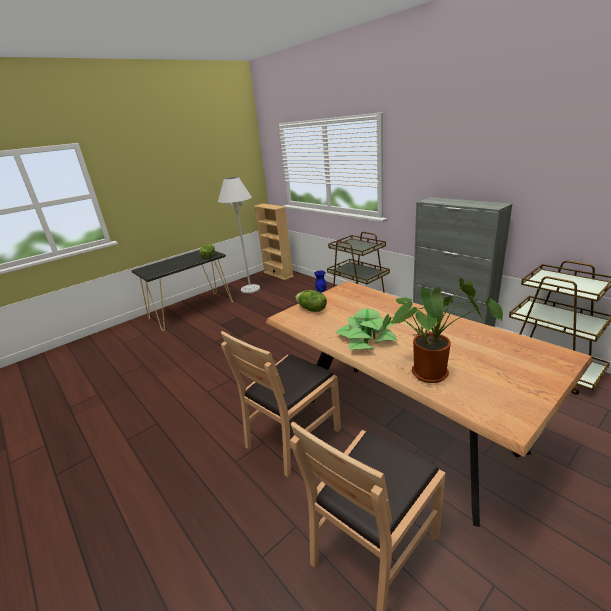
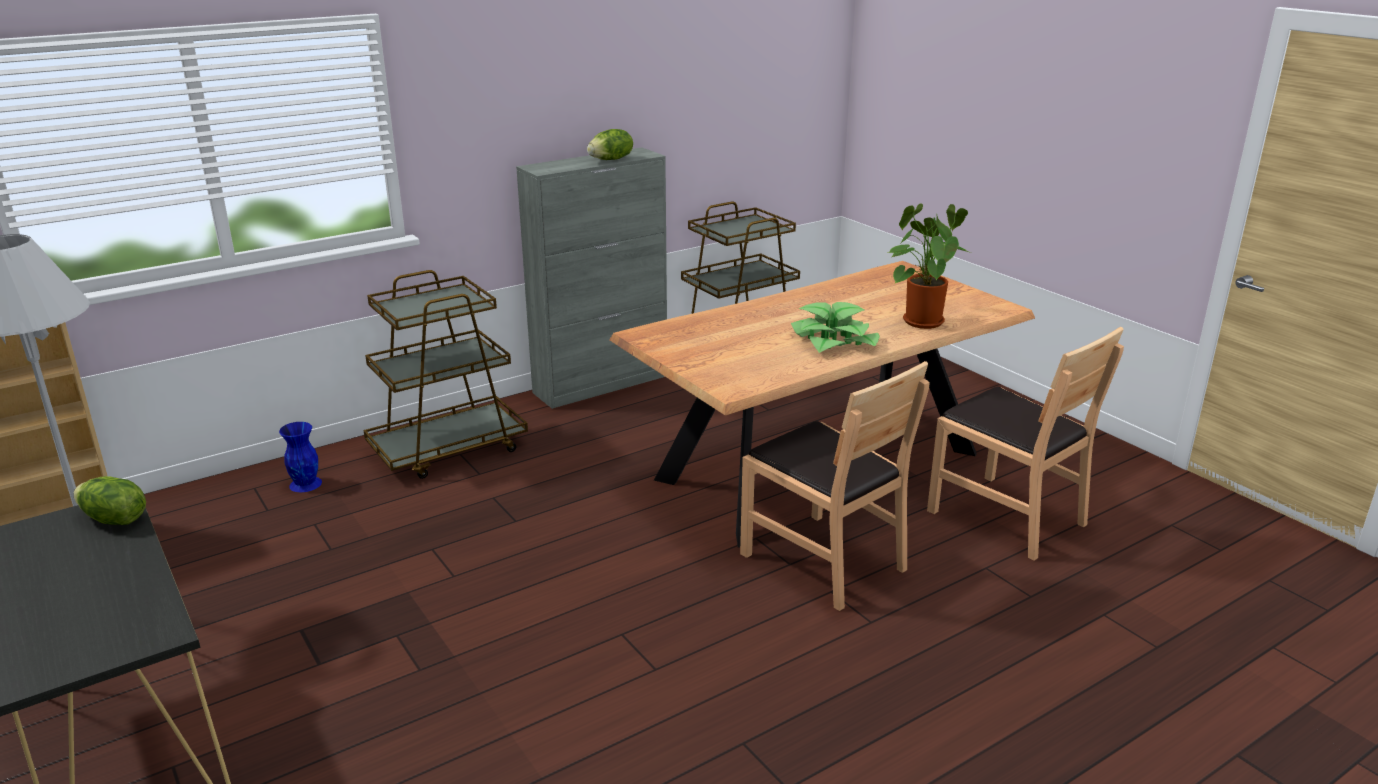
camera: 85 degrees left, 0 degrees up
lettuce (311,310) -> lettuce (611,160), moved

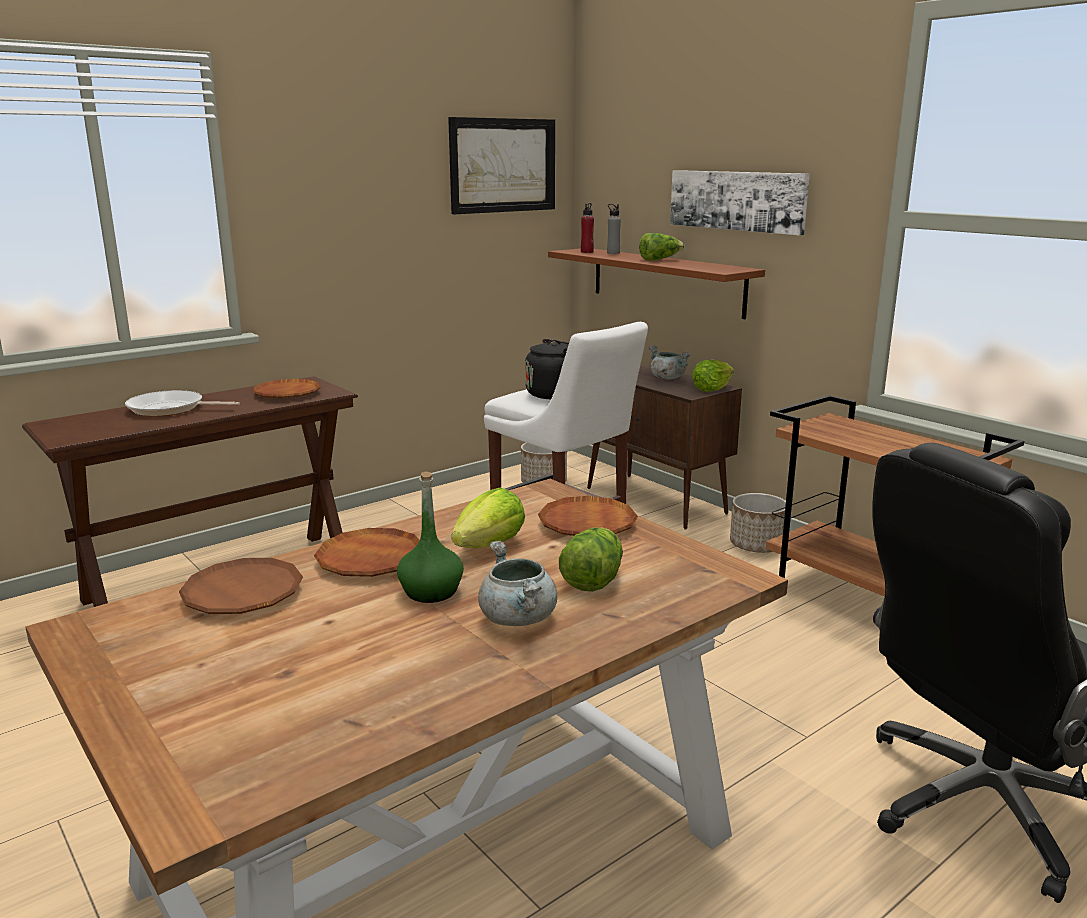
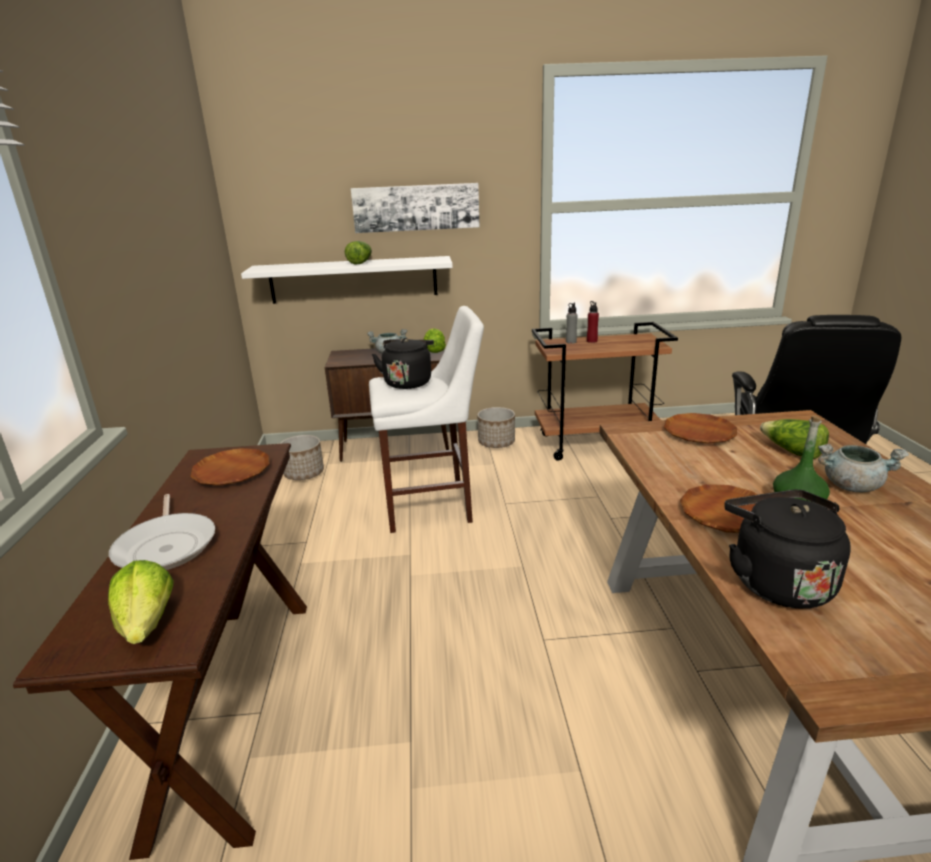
camera: 55 degrees left, 5 degrees up
picture (503,165) -> none
red bottle (587,252) -> red bottle (591,341), moved
grey bottle (613,253) -> grey bottle (571,342), moved
brown shelf (666,281) -> white shelf (353,280)
frying pan (170,409) -> frying pan (167,545), 60 degrees counterclockwise
lettuce (490,546) -> lettuce (148,623), moved
brown plate (243,594) -> black kettle (776,581)

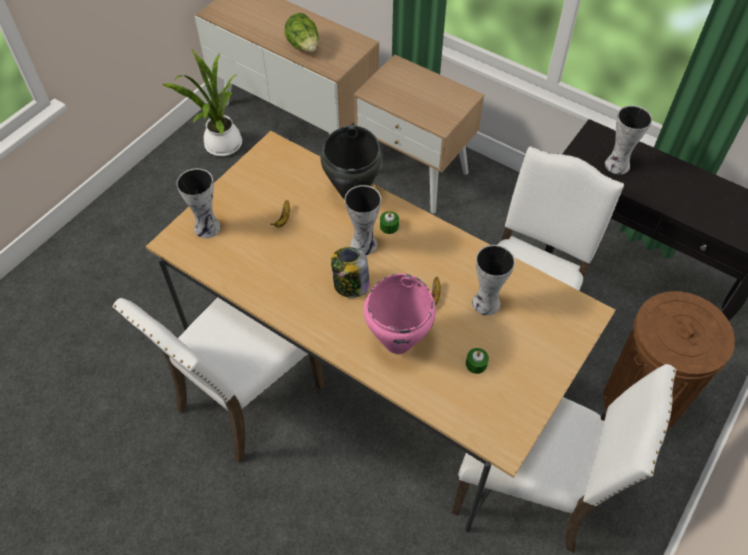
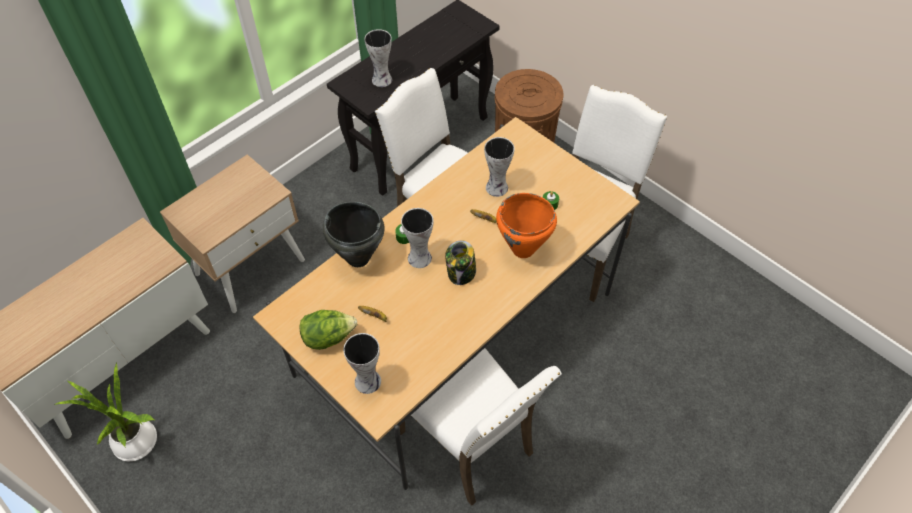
camera: 80 degrees left, 0 degrees up
lettuce (304,47) -> lettuce (328,337), moved
pink cooking pot (397,342) -> orange cooking pot (523,250)

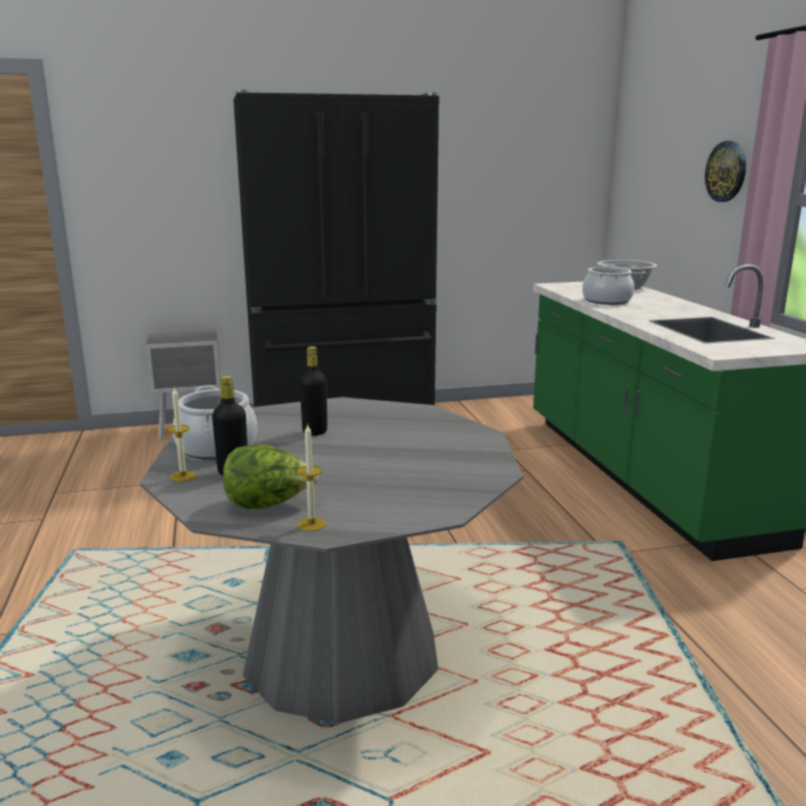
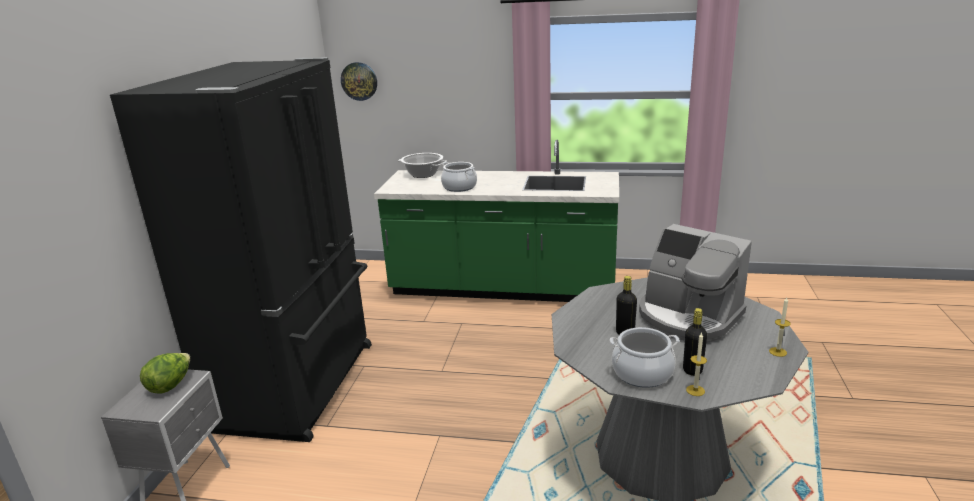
camera: 65 degrees left, 5 degrees up
wall clock (726,171) -> wall clock (359,81), moved
lettuce (268,505) -> lettuce (170,385), moved
none -> coffee machine (688,317)

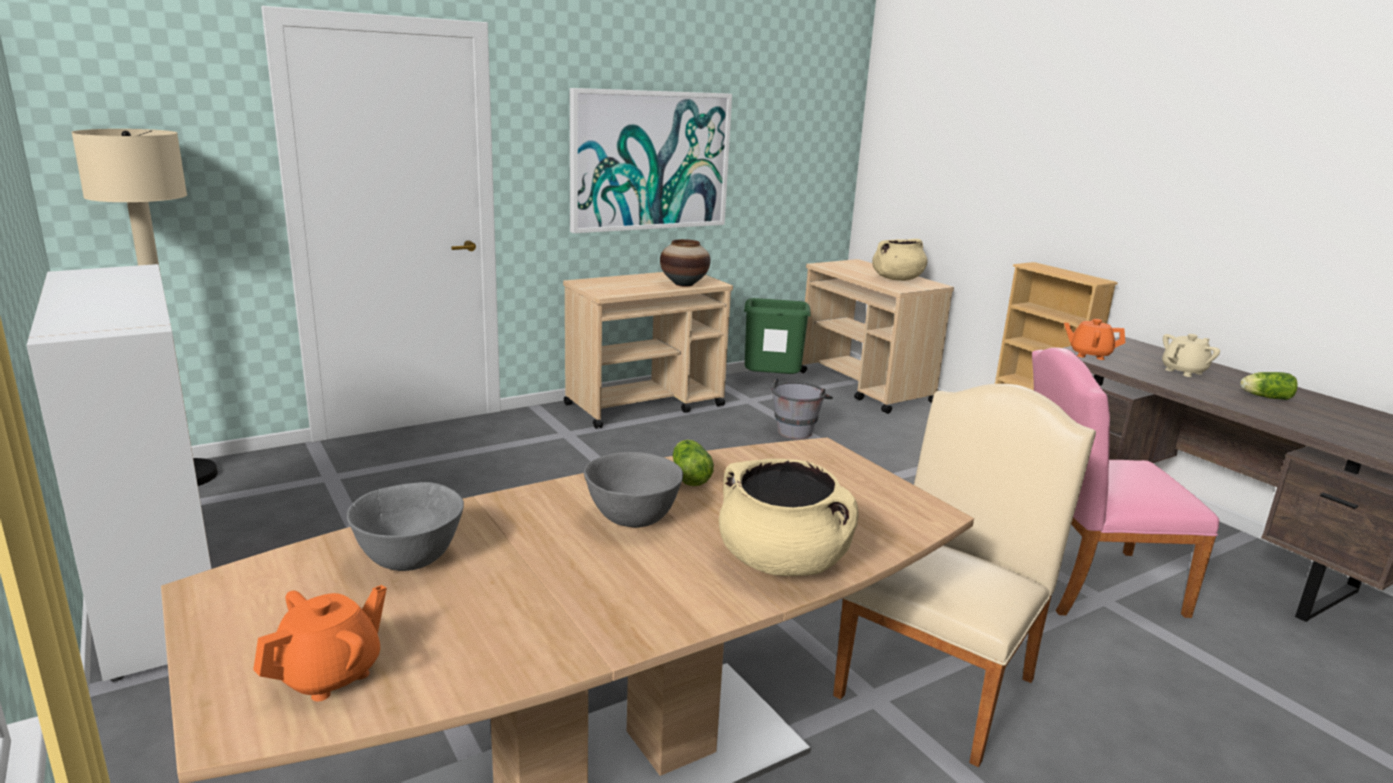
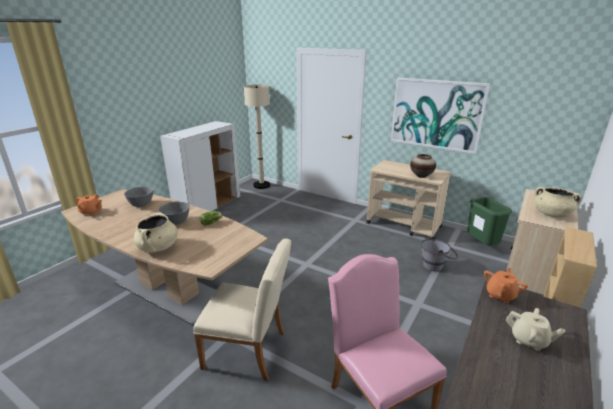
camera: 65 degrees right, 5 degrees up
orange teapot (1089,355) -> orange teapot (500,295), 45 degrees clockwise
lettuce (1264,397) -> none

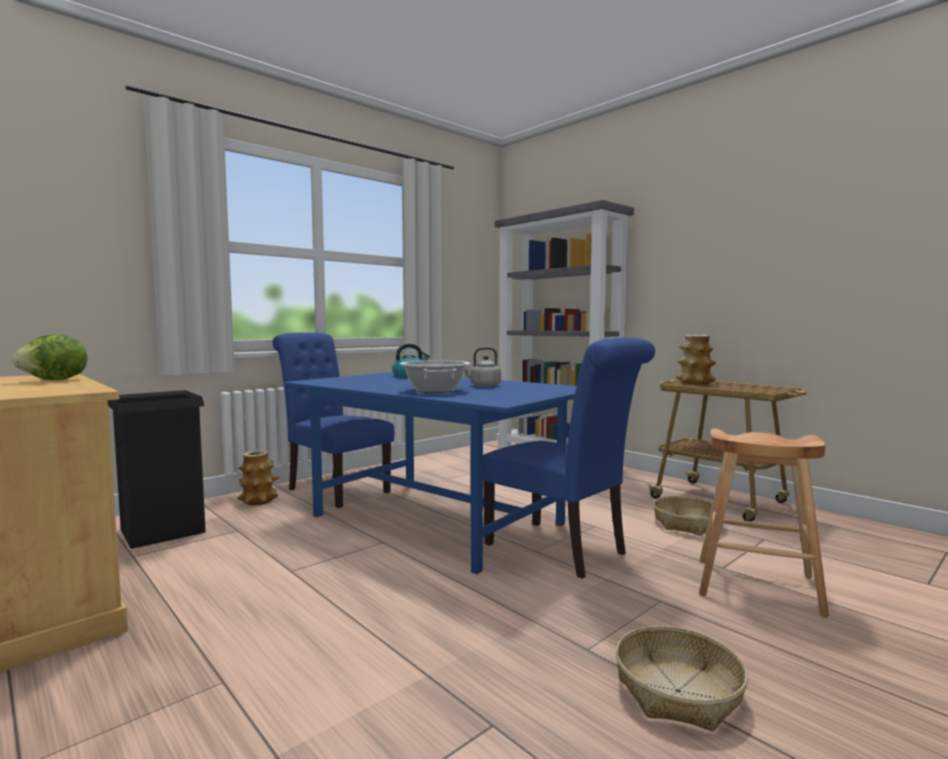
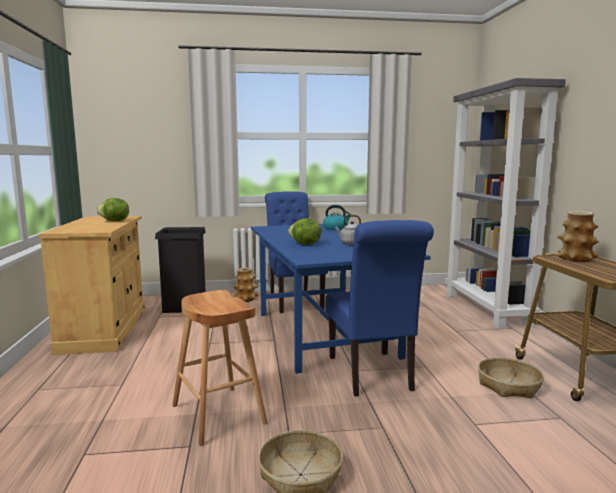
camera: 35 degrees right, 5 degrees up
cooking pot (435,390) -> lettuce (305,244)
brown stool (758,585) -> brown stool (218,414), moved

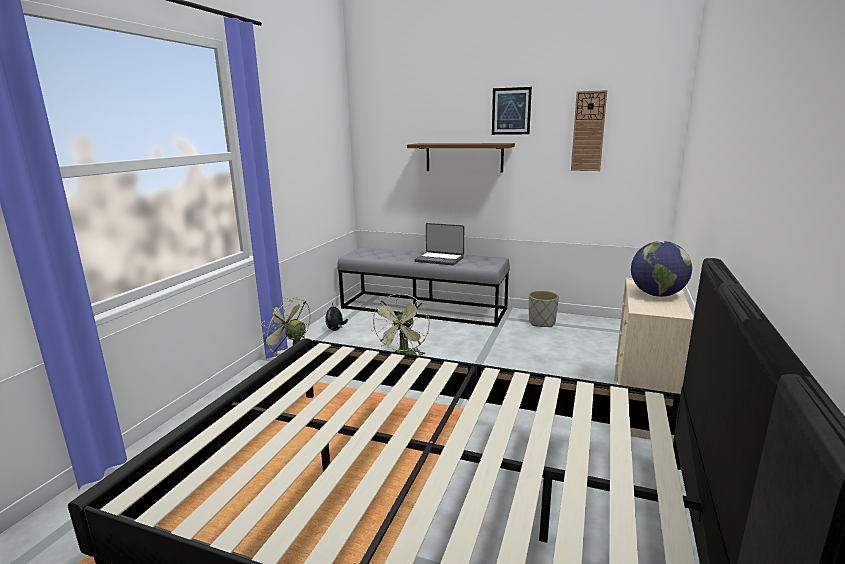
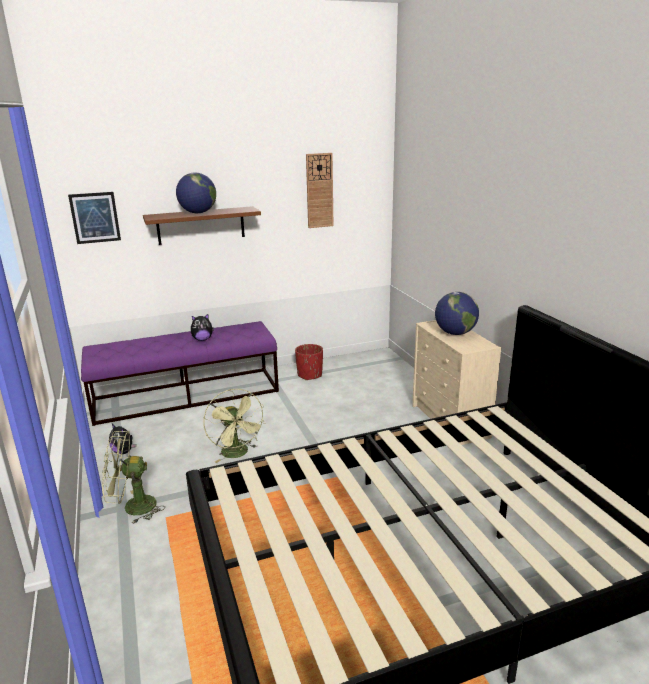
camera: 40 degrees left, 5 degrees up
picture (511,111) -> picture (95,217), moved
laptop (440,259) -> plush toy (202,339)
grey bench (423,308) -> purple bench (187,395)
grey planter (542,323) -> red planter (310,375)
none -> globe (198,213)

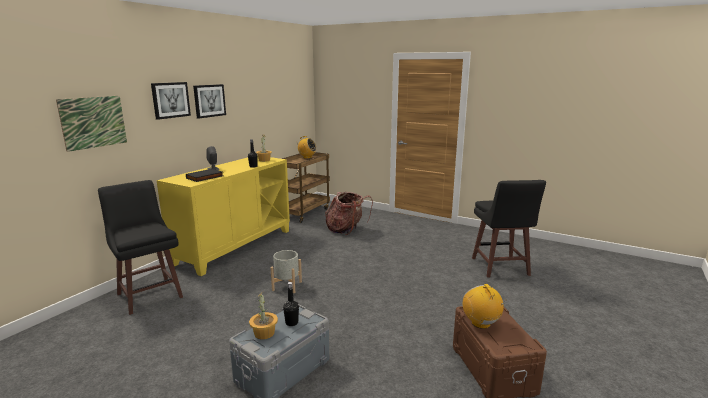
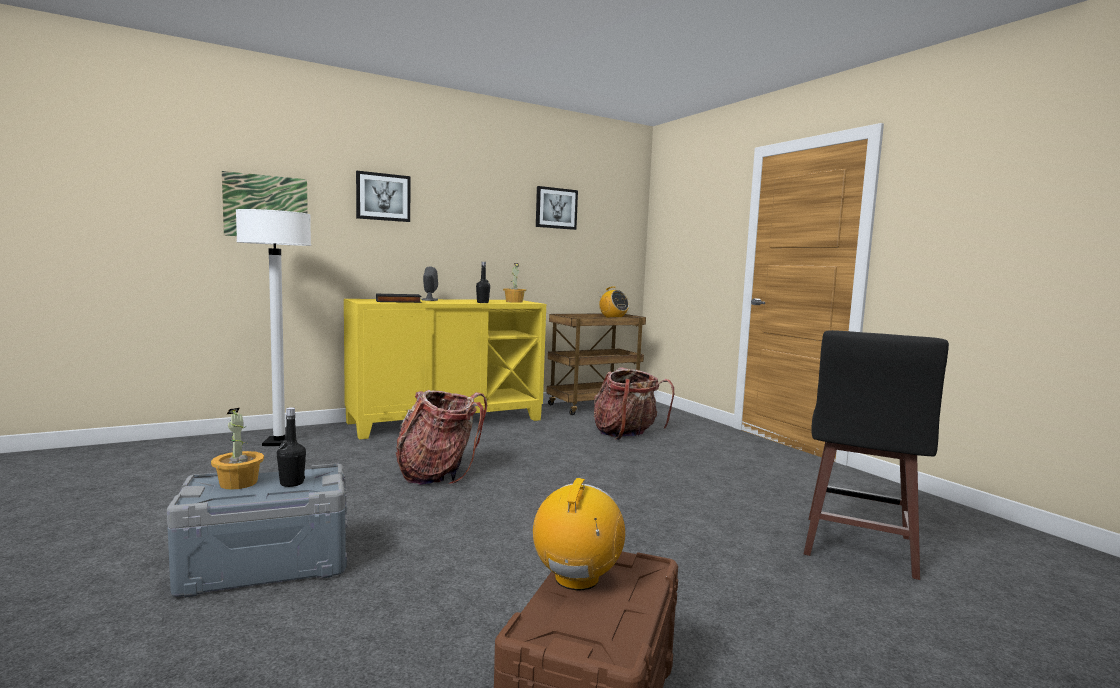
camera: 30 degrees right, 10 degrees down
picture (209,100) -> picture (556,208), moved
black stool (149,294) -> white floor lamp (279,442)
grey planter (287,286) -> backpack (438,474)

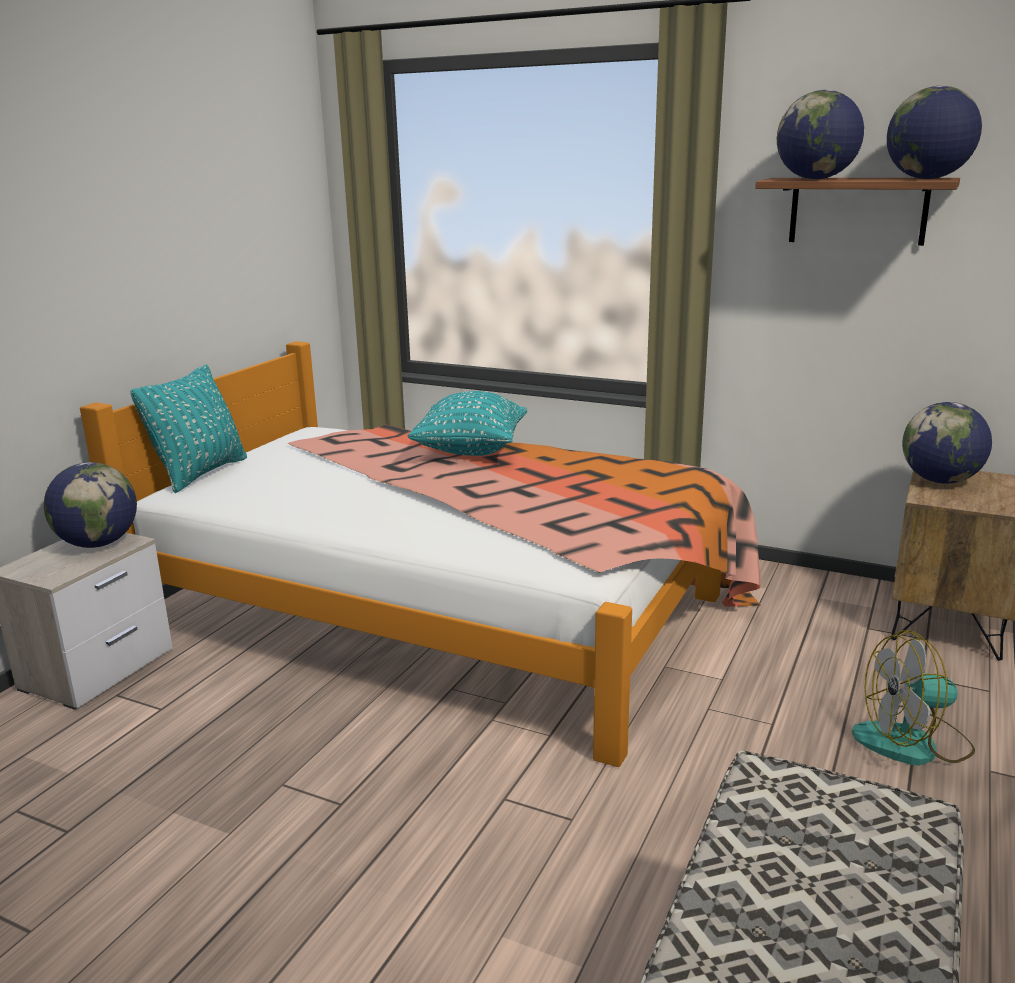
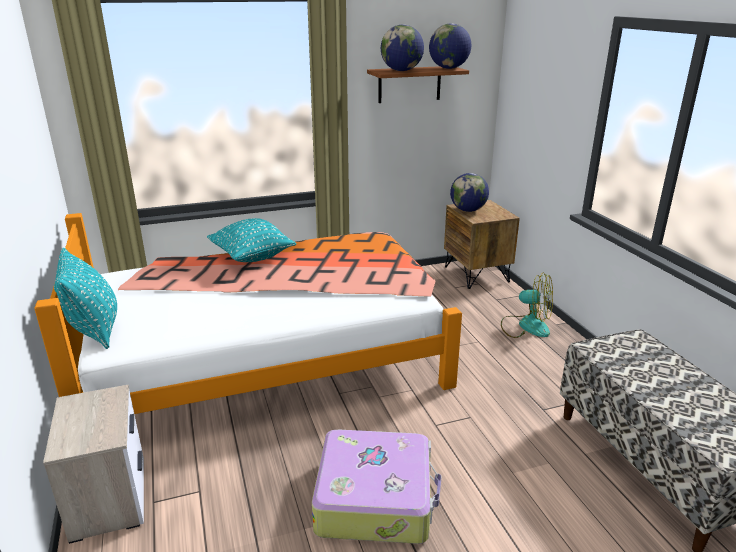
camera: 45 degrees left, 5 degrees up
globe (98,544) -> none
fan (913,743) -> fan (526,326), 105 degrees counterclockwise
none -> suitcase (375,497)

